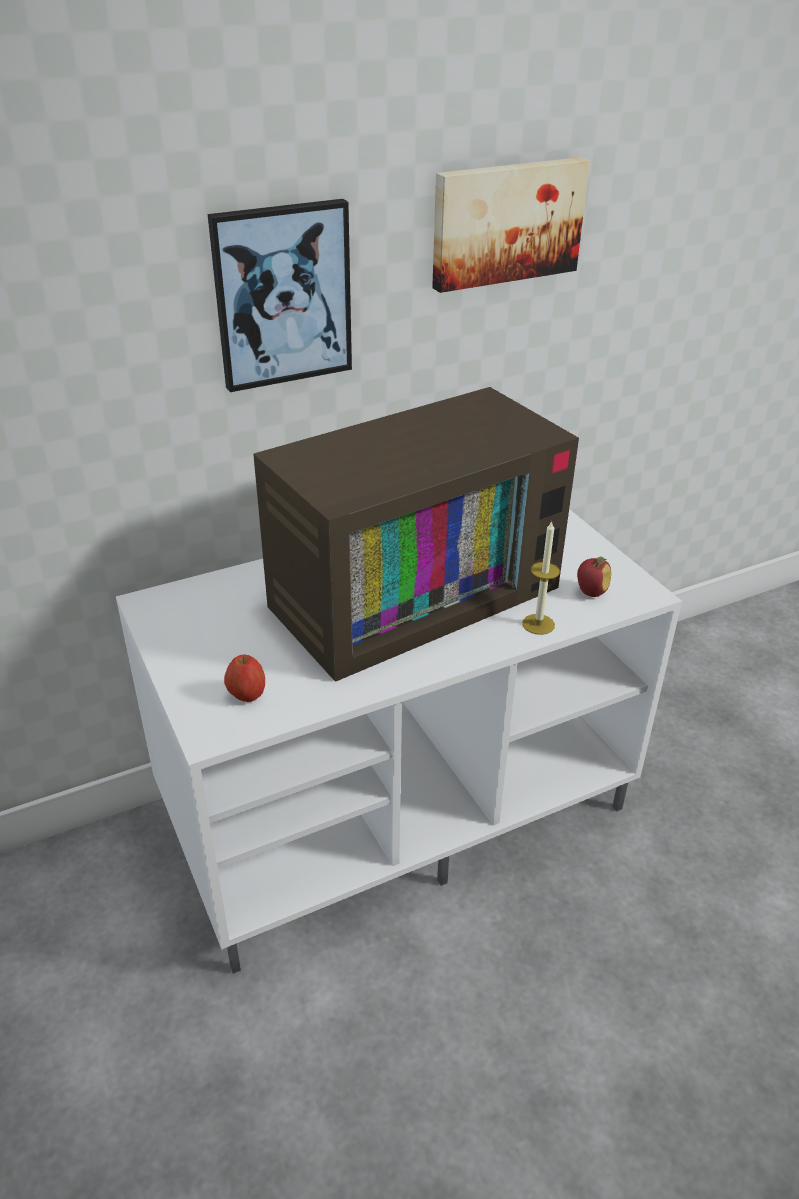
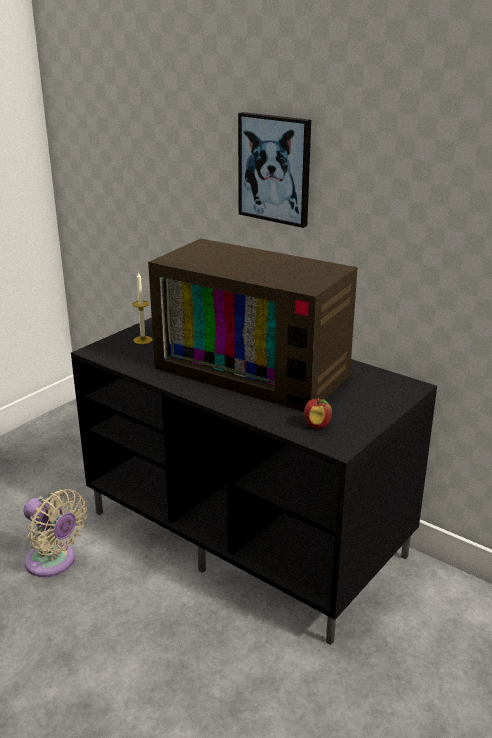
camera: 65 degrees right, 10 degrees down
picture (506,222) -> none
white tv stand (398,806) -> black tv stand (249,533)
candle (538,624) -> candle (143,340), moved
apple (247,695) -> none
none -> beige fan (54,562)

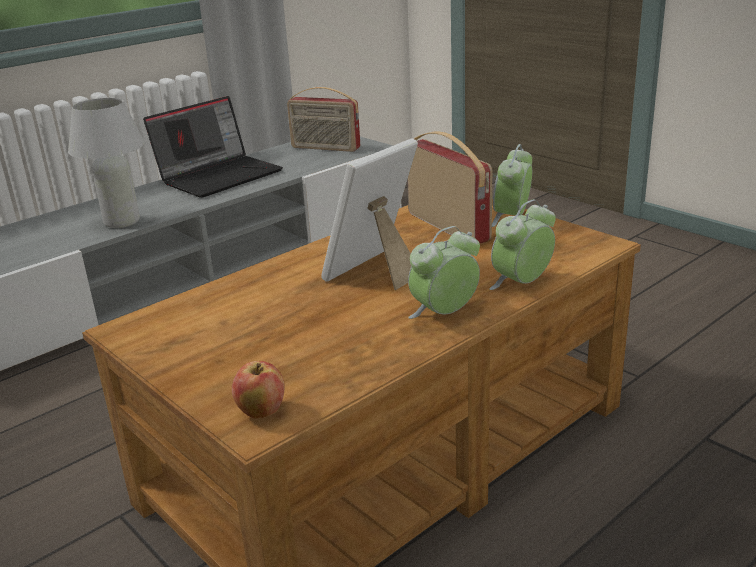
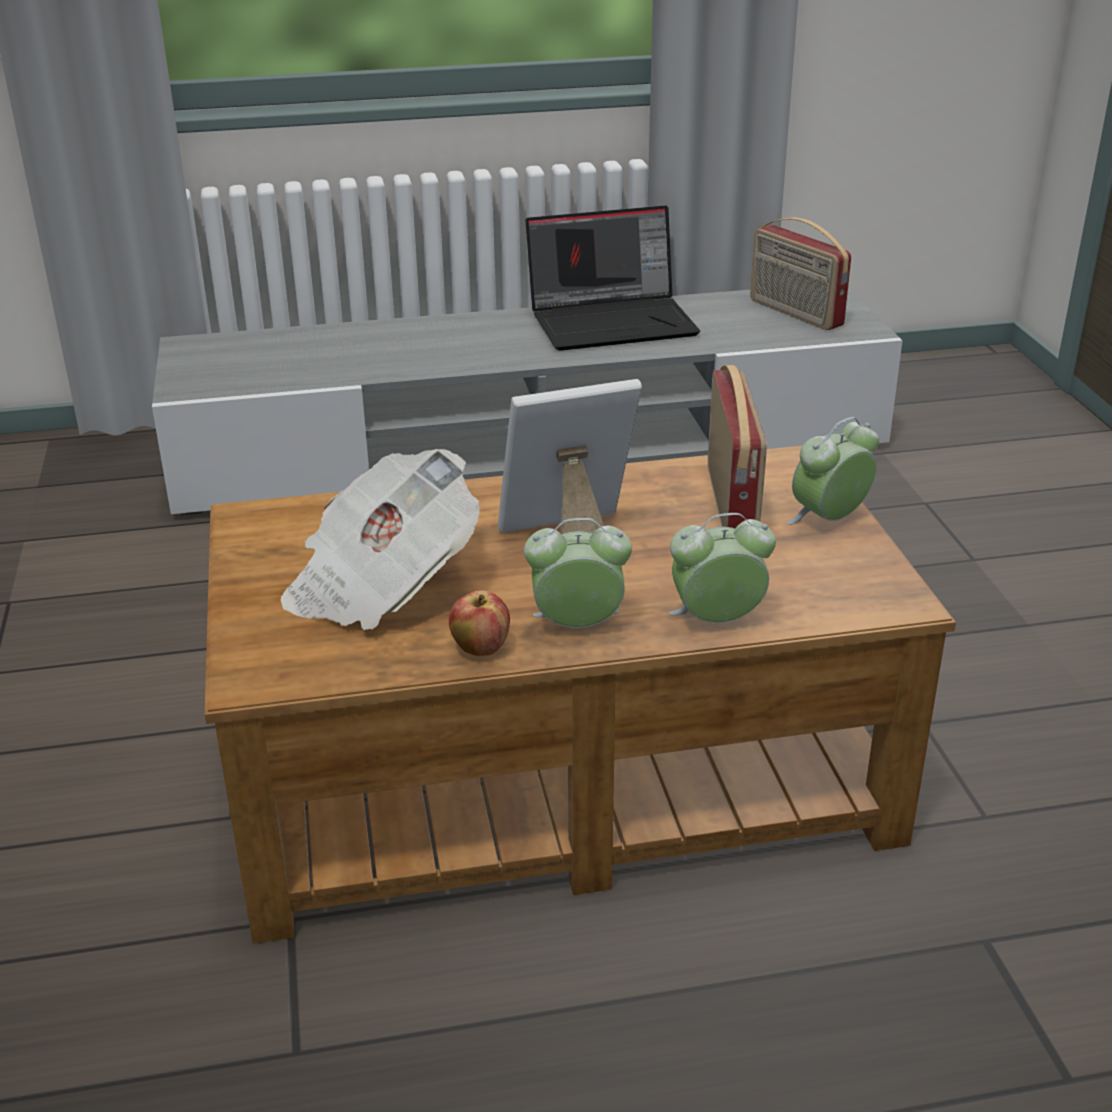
camera: 30 degrees right, 5 degrees up
white table lamp (122,222) -> none
apple (261,412) -> apple (480,649), moved
none -> newspaper (381,584)

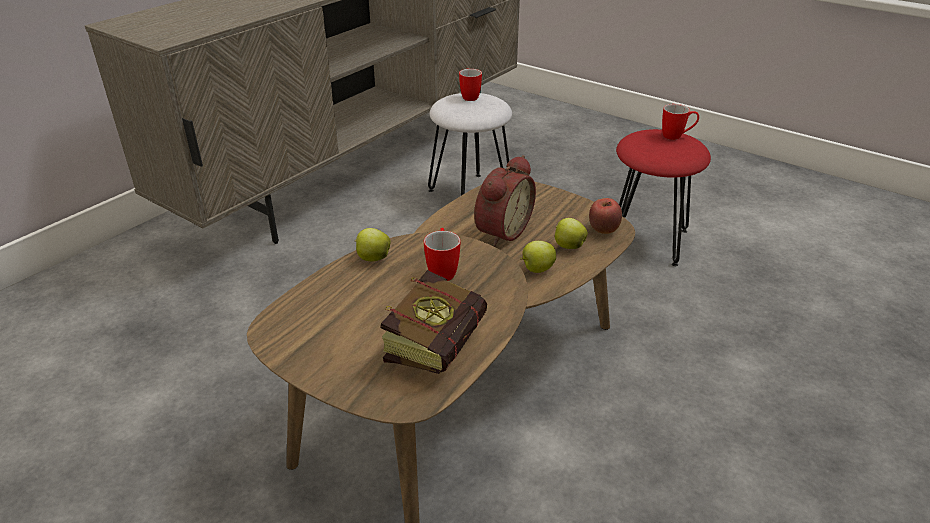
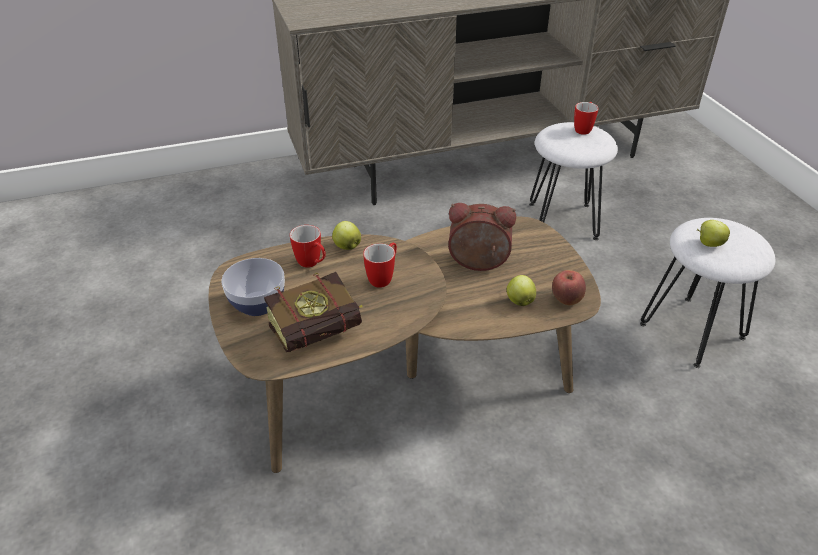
camera: 35 degrees right, 5 degrees up
mug (677,136) -> mug (312,264), moved
red stool (648,240) -> white stool (693,331)
alarm clock (500,231) -> alarm clock (478,264), 150 degrees counterclockwise
apple (536,269) -> apple (708,244), moved
none -> bowl (257,304)

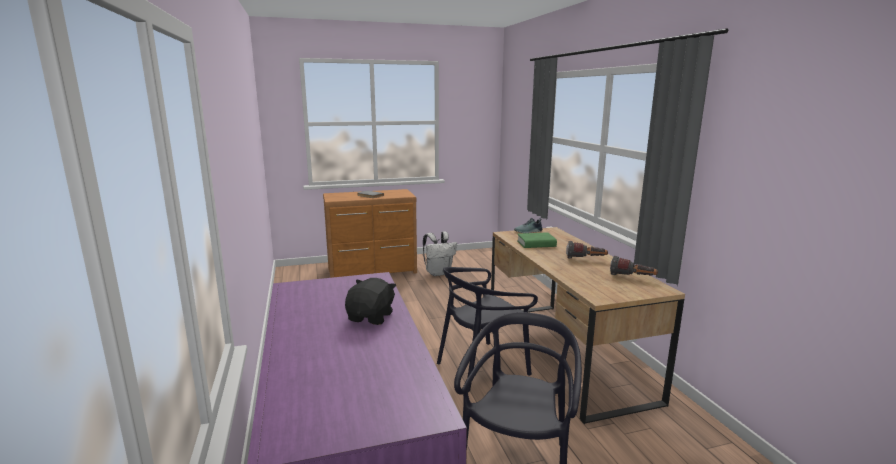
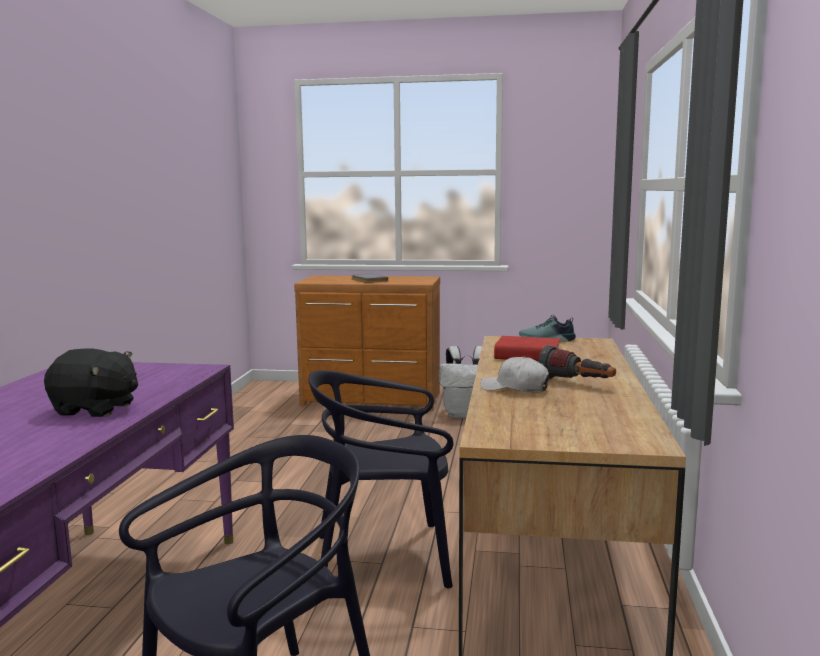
camera: 25 degrees right, 5 degrees down
green book (536,244) -> red book (527,356)
flashlight (632,278) -> none
black plush toy (371,317) -> black plush toy (95,409), 60 degrees clockwise
none -> white cap (515,388)

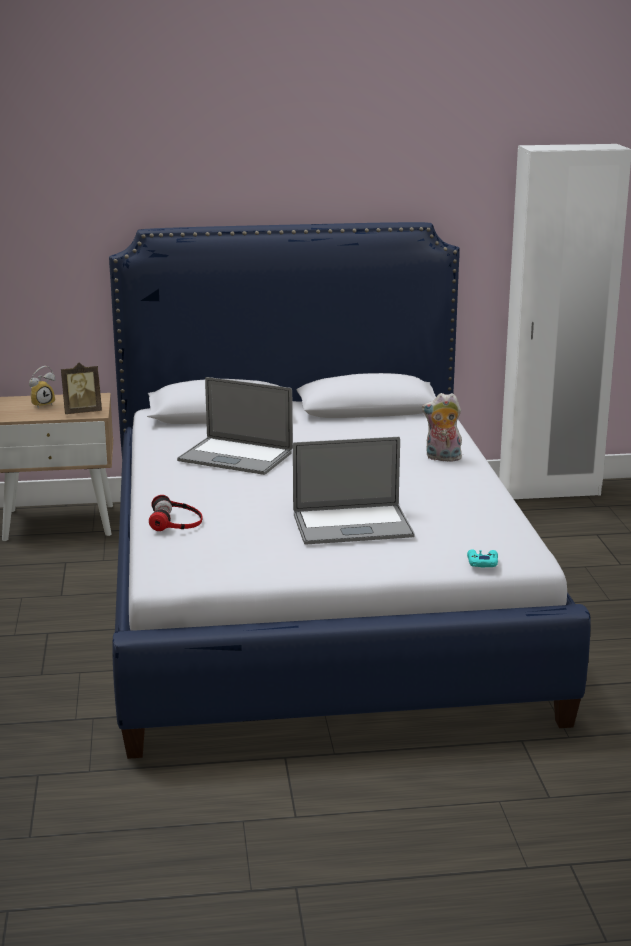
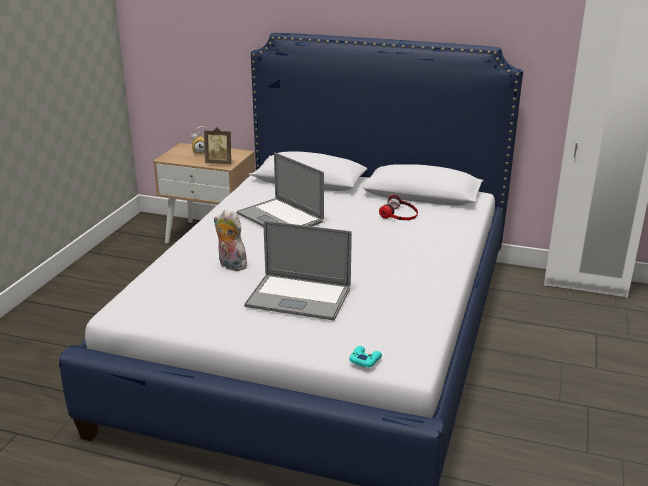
camera: 25 degrees right, 5 degrees up
plush toy (442,458) -> plush toy (230,266), moved
headphones (176,521) -> headphones (400,214), moved

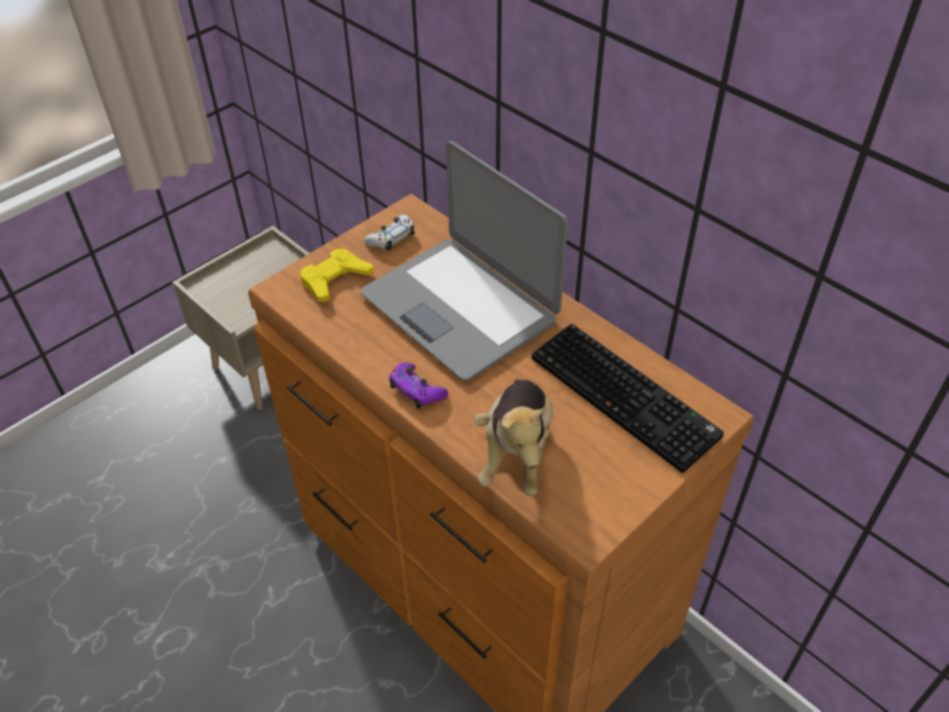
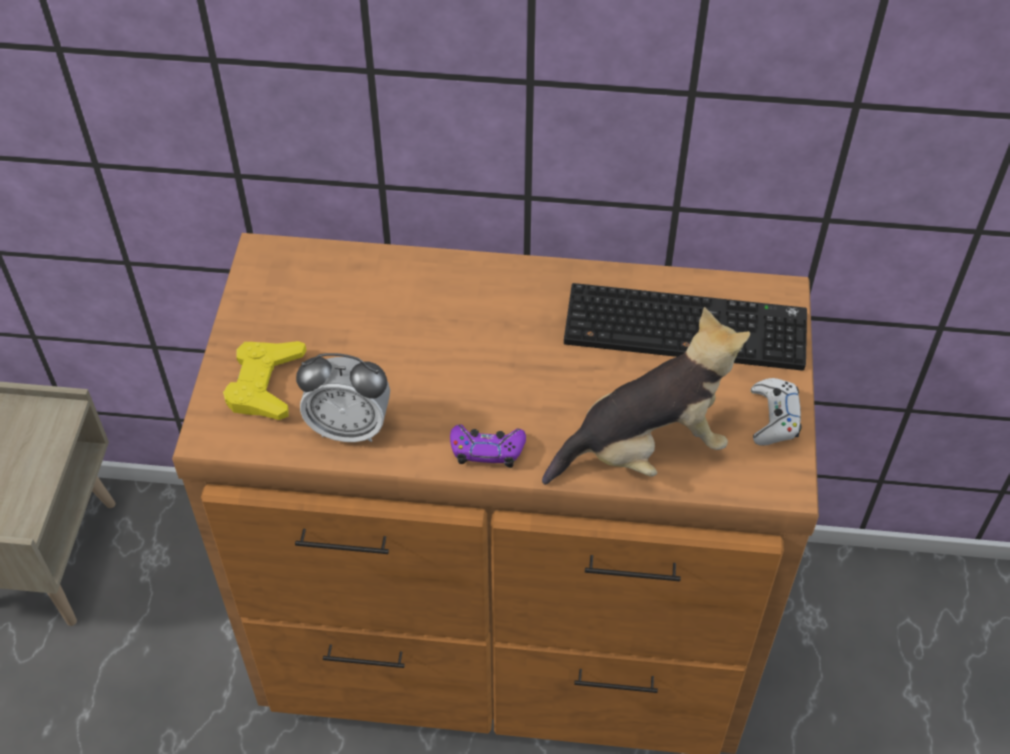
camera: 40 degrees left, 5 degrees up
laptop (460,307) -> none
white game controller (391,238) -> white game controller (774,418), moved
plush toy (516,452) -> plush toy (646,448), 75 degrees counterclockwise
none -> alarm clock (349,427)

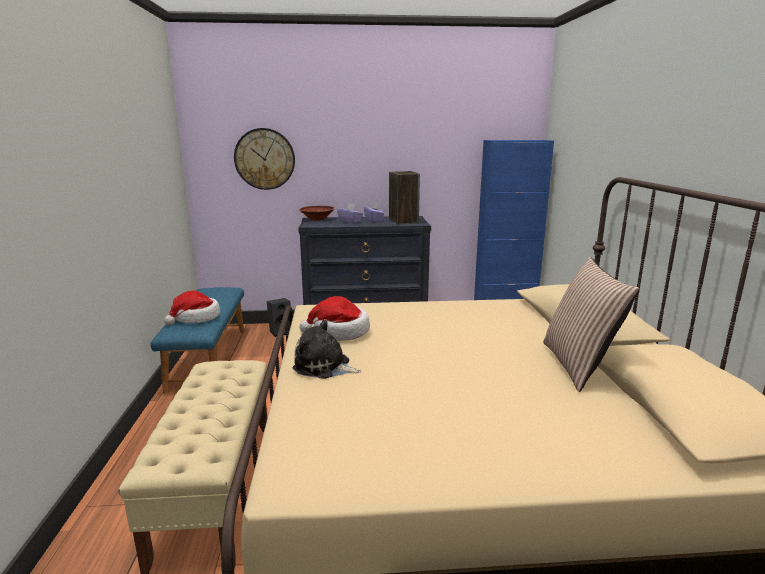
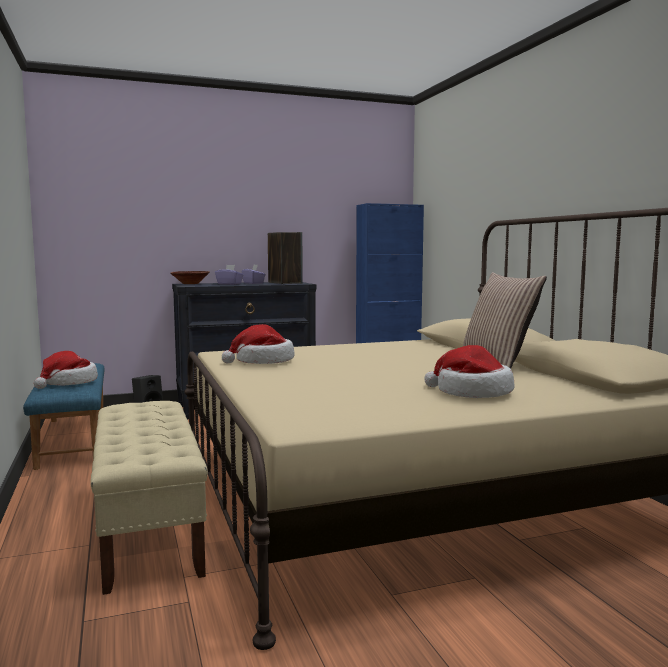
camera: 15 degrees left, 10 degrees down
wall clock (264,159) -> none
plush toy (324,367) -> none
none -> hat (472,392)

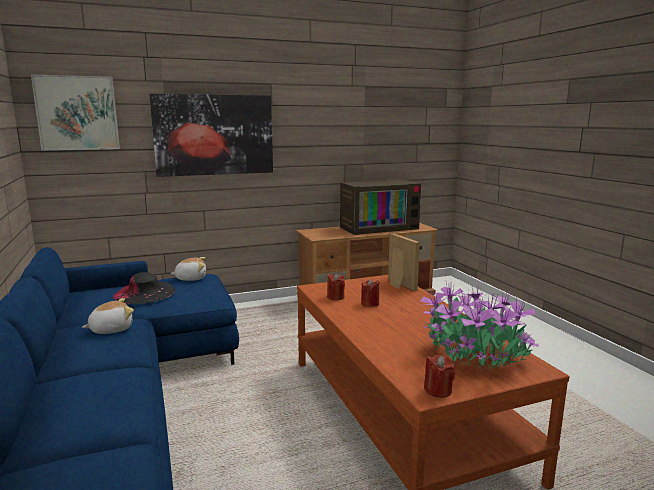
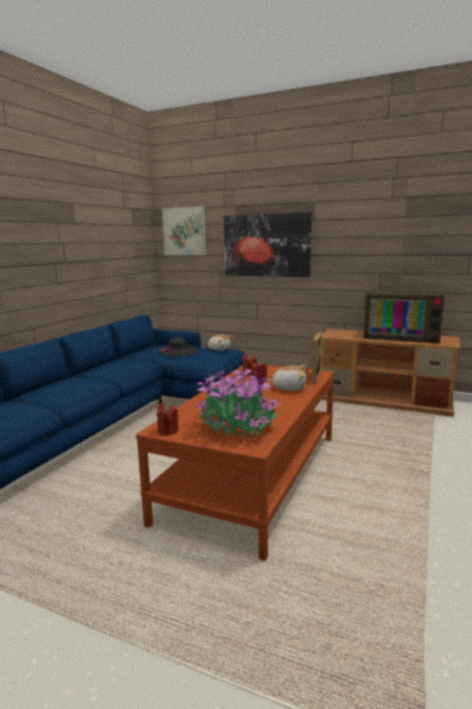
camera: 45 degrees right, 0 degrees up
plush toy (111,329) -> plush toy (289,388), moved

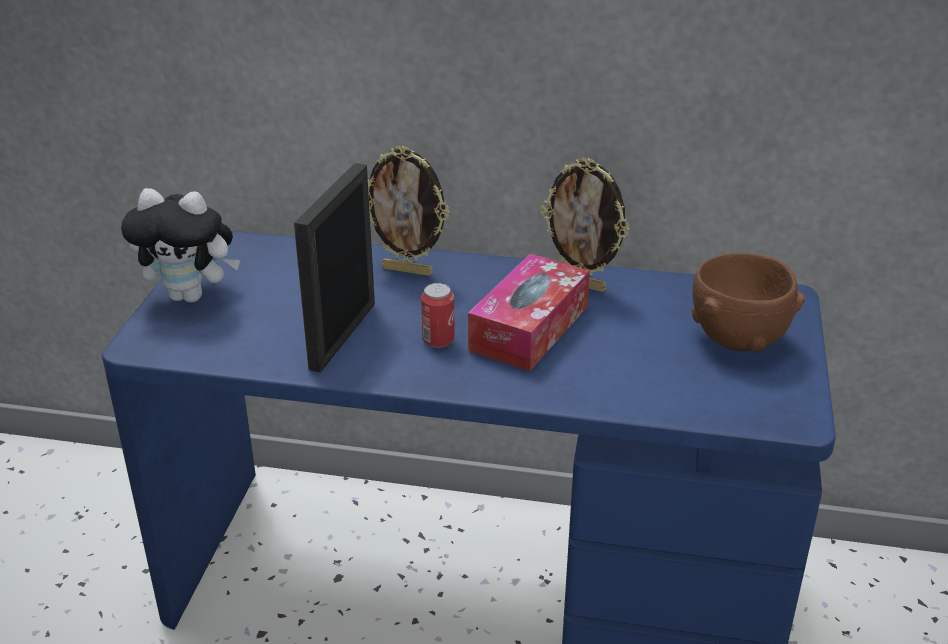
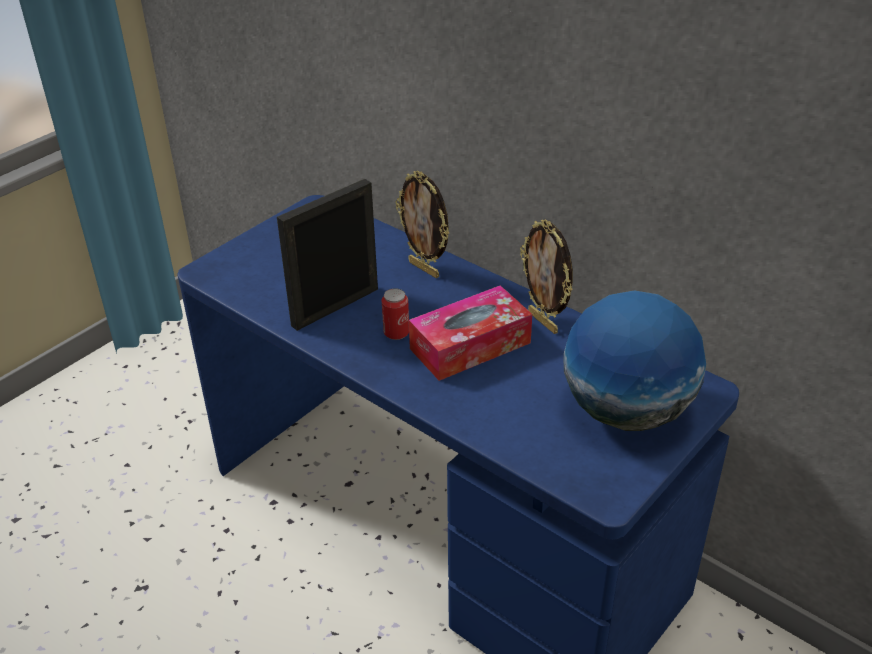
camera: 30 degrees right, 5 degrees up
plush toy (191,295) -> none
brown bowl (738,338) -> globe (627,411)

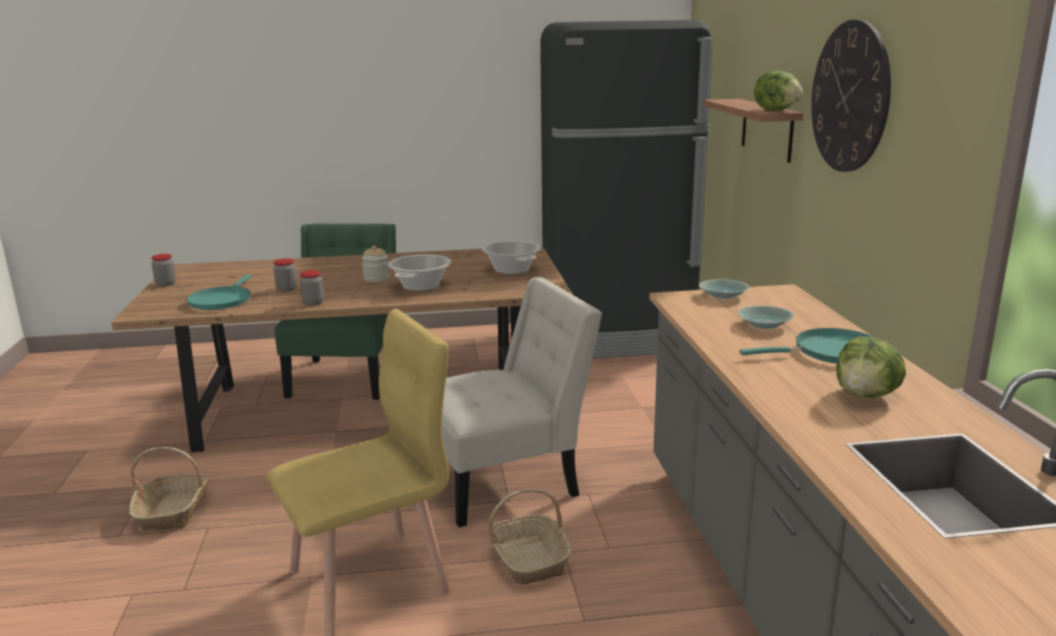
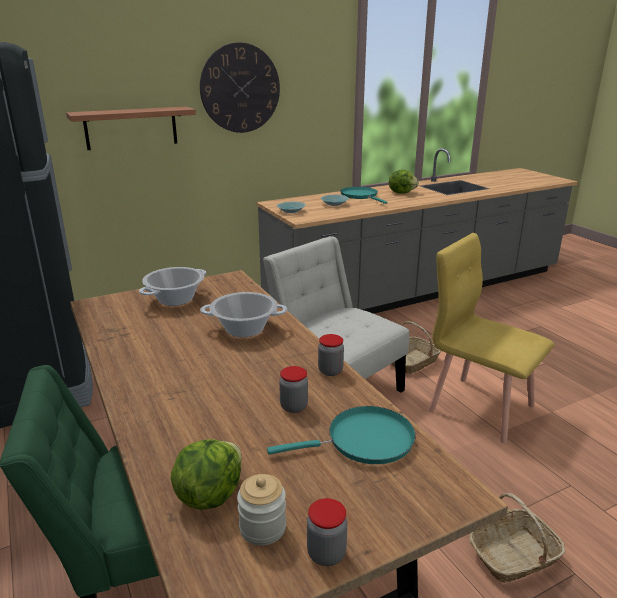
camera: 110 degrees left, 5 degrees up
lettuce (776,110) -> lettuce (209,494), moved
jar (376,279) -> jar (262,528), moved

